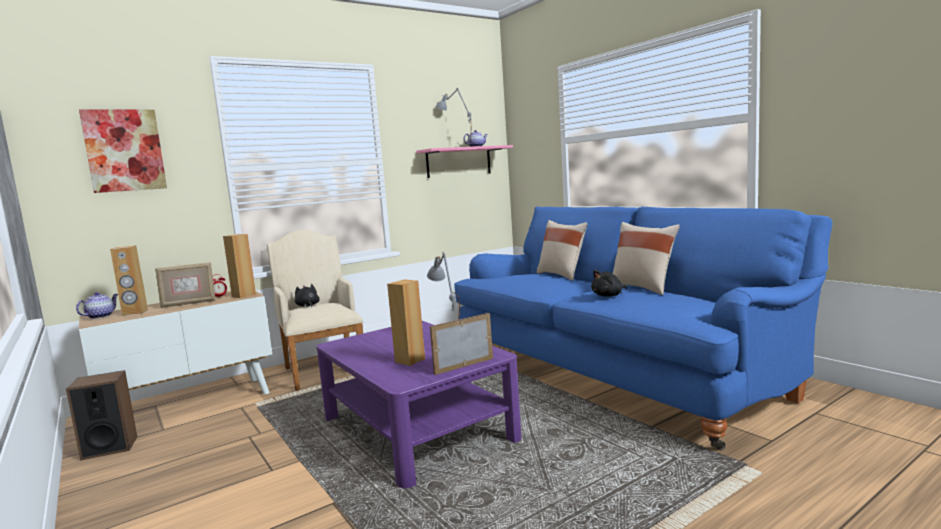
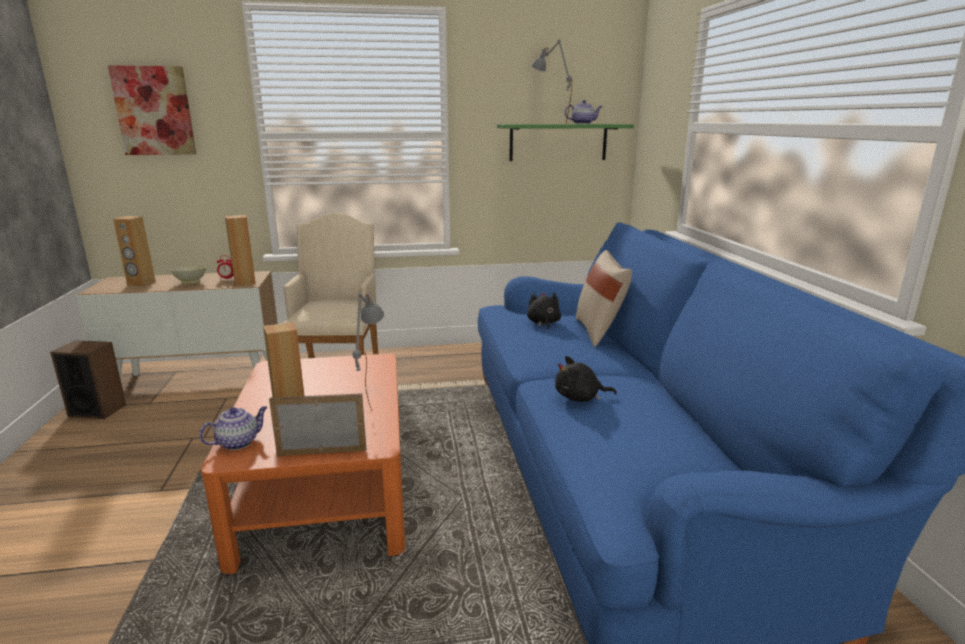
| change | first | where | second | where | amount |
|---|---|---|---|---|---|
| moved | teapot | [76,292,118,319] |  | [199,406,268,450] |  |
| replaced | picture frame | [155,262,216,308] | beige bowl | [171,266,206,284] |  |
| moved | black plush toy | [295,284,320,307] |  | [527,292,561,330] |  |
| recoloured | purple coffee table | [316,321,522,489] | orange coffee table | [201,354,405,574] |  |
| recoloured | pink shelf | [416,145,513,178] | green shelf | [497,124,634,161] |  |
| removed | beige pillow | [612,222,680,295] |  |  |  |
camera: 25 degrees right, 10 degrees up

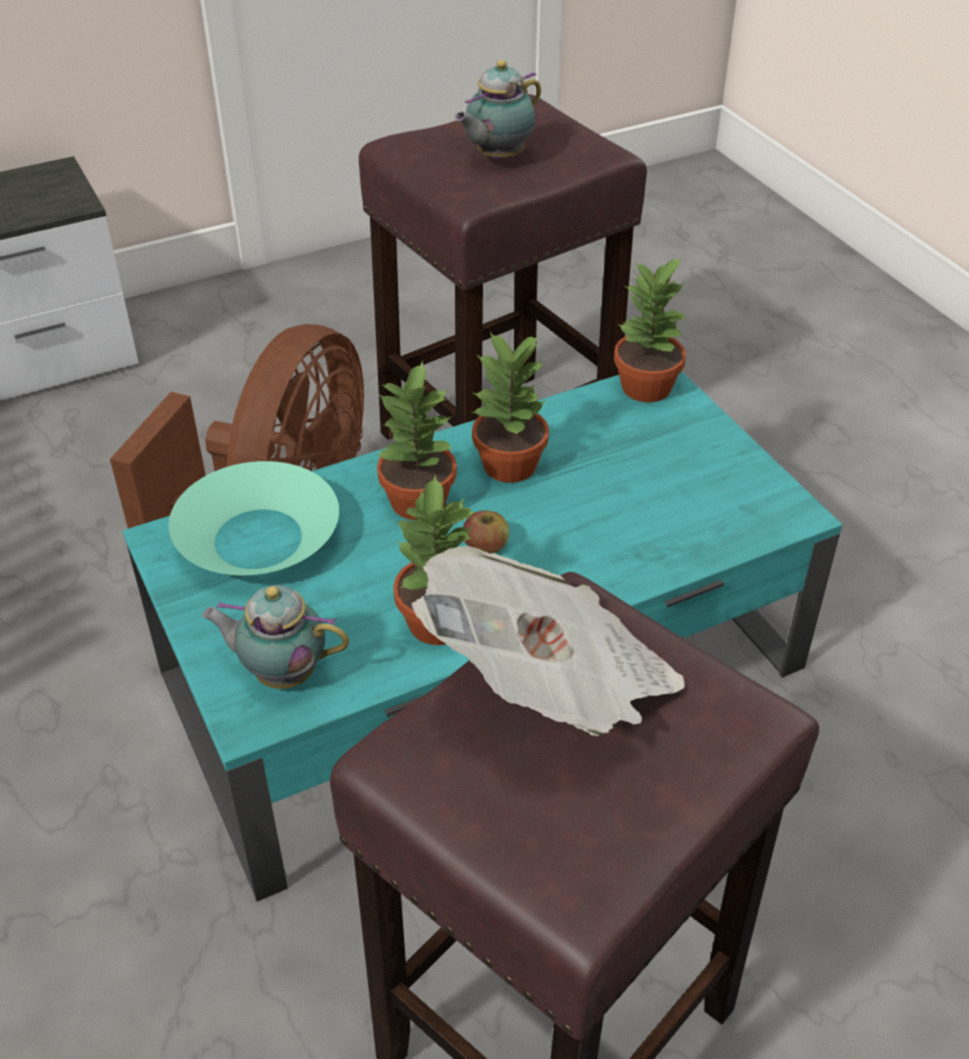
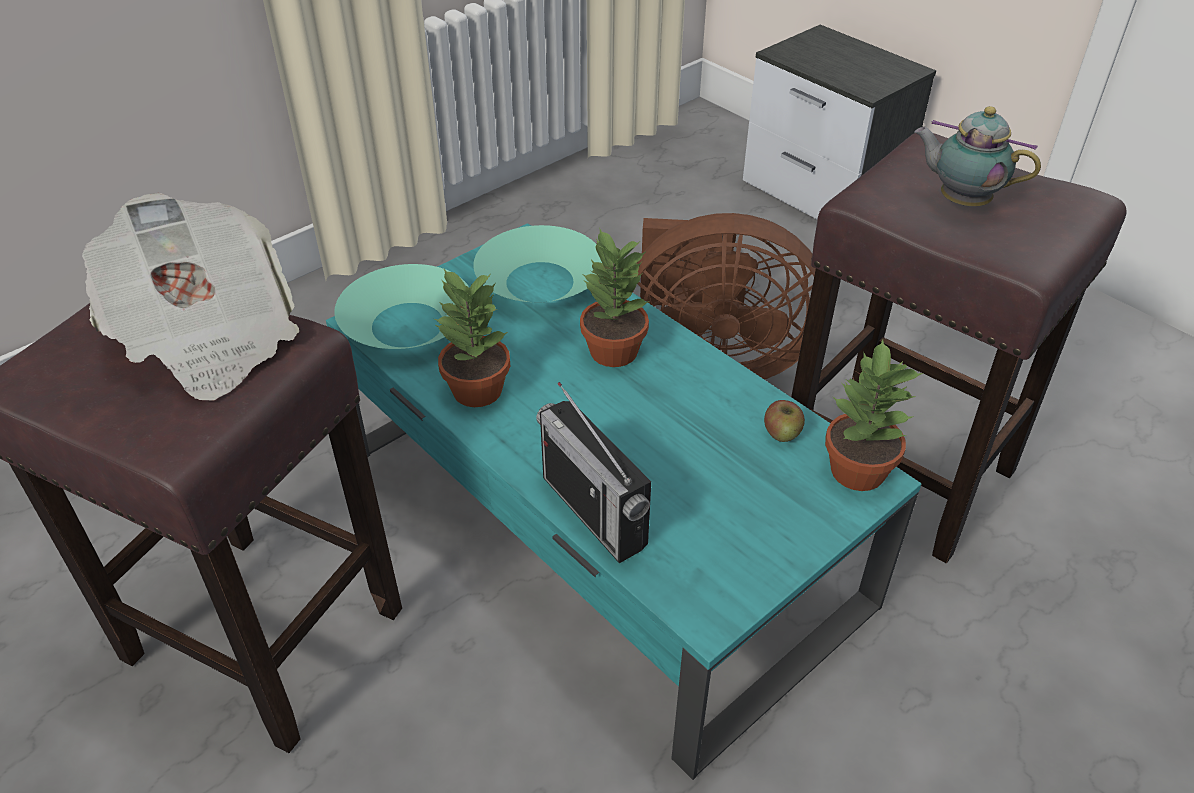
| change | first | where | second | where | amount |
|---|---|---|---|---|---|
| replaced | teapot | [202,585,349,689] | turquoise bowl | [334,264,470,349] |  |
| moved | apple | [463,511,509,554] |  | [764,400,805,442] |  |
| removed | potted plant | [471,332,549,483] |  |  |  |
| added |  |  | radio | [536,382,651,563] |  |
camera: 75 degrees right, 0 degrees up

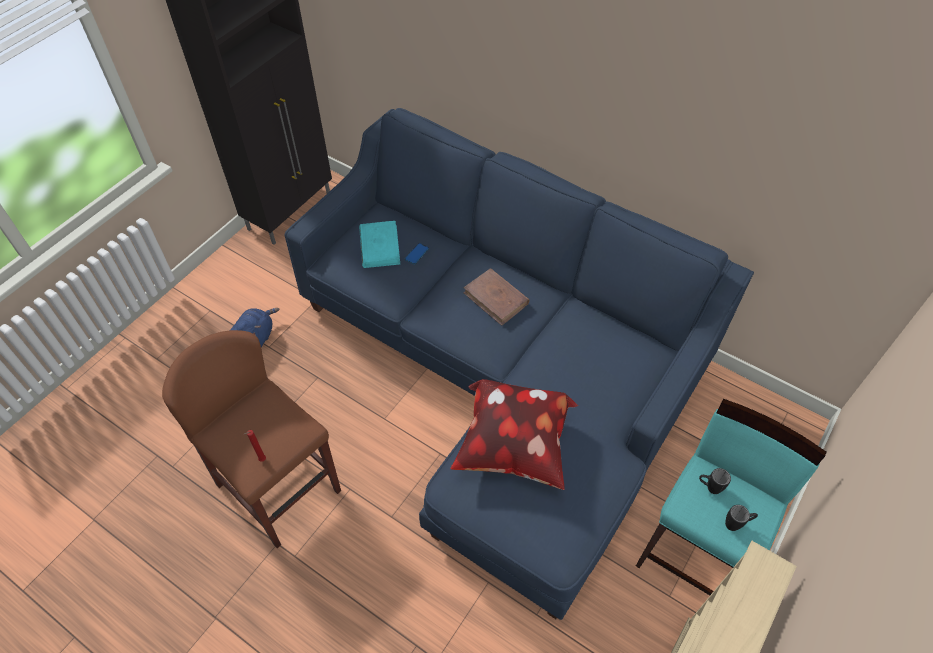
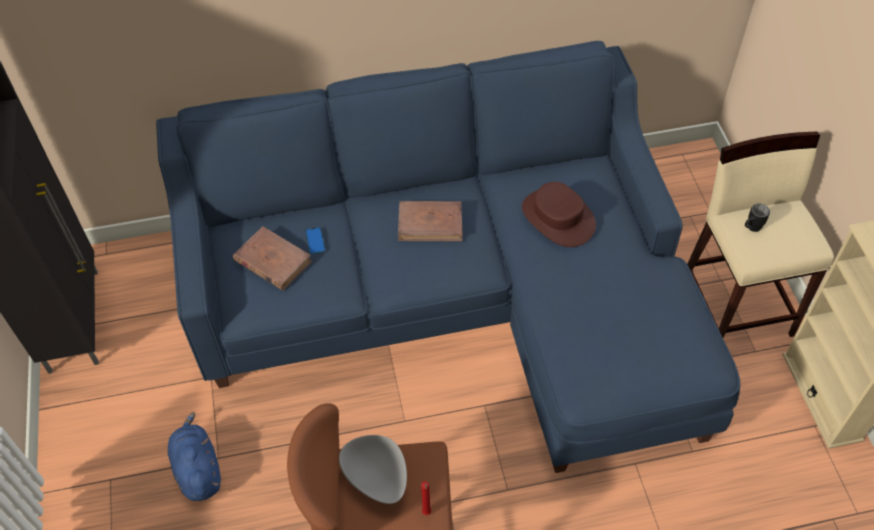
| change | first | where | second | where | amount |
|---|---|---|---|---|---|
| recoloured | turquoise book | [359,221,400,268] | brown book | [233,226,312,291] |  |
| removed | pillow | [451,379,578,490] |  |  |  |
| recoloured | turquoise stool | [636,399,827,595] | beige stool | [687,131,834,338] |  |
| removed | black mug | [725,505,758,531] |  |  |  |
| added |  |  | grey bowl | [339,435,407,504] |  |
| added |  |  | brown hat | [522,182,596,247] |  |
camera: 45 degrees left, 0 degrees up

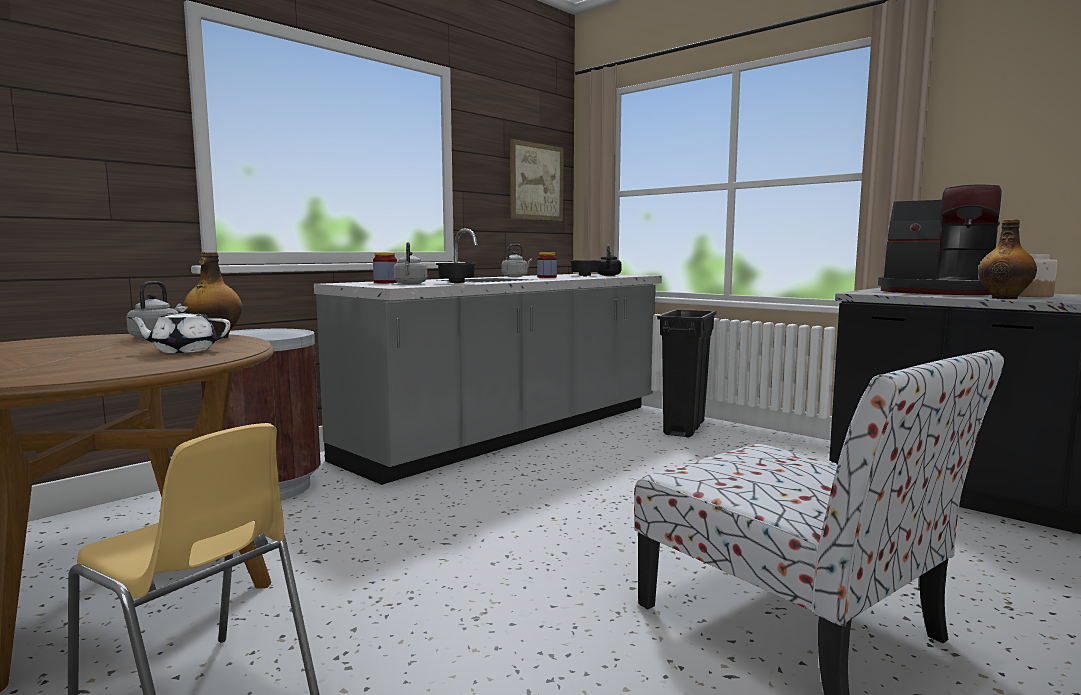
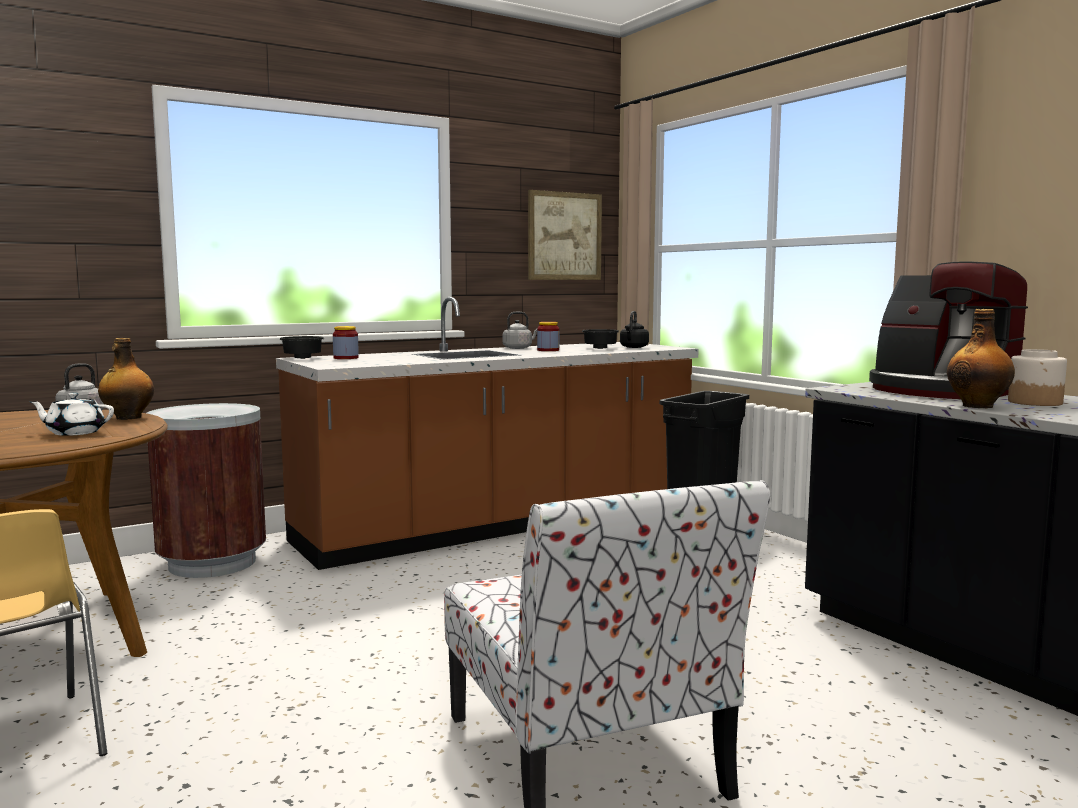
| change | first | where | second | where | amount |
|---|---|---|---|---|---|
| recoloured | grey counter | [314,229,662,485] | brown counter | [276,297,699,570] |  |
| removed | grey kettle | [393,242,427,284] |  |  |  |
| moved | black bowl | [436,263,478,284] |  | [280,336,324,359] |  |
camera: 15 degrees right, 0 degrees up

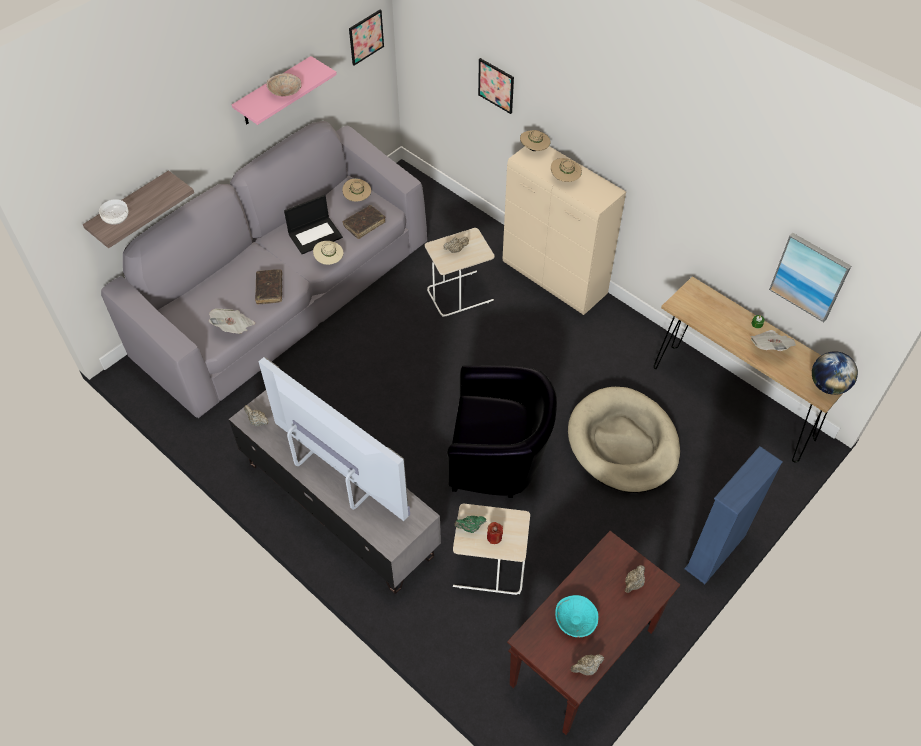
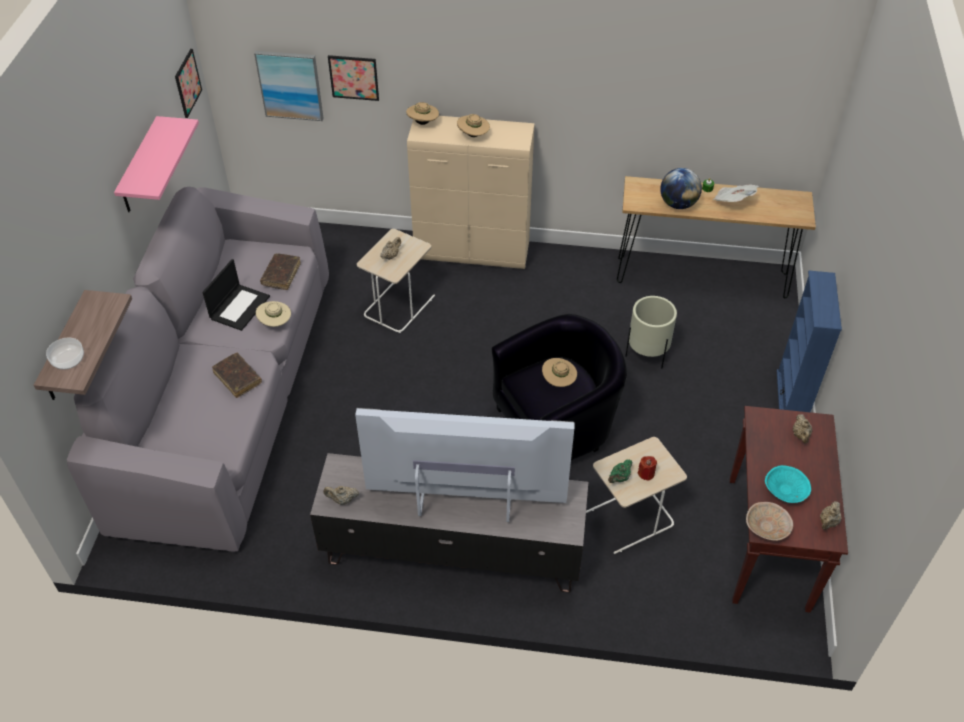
| change | first | where | second | where | amount |
|---|---|---|---|---|---|
| removed | newspaper | [208,309,255,334] |  |  |  |
| moved | beige bowl | [267,73,302,96] |  | [746,502,793,541] |  |
| moved | beige hat | [343,179,371,201] |  | [542,358,577,387] |  |
| replaced | beige dog bed | [568,387,680,493] | beige planter | [625,296,677,368] |  |
| moved | picture | [769,233,851,322] |  | [254,51,324,121] |  |
| moved | globe | [812,351,858,395] |  | [660,168,702,209] |  |
camera: 35 degrees left, 5 degrees down

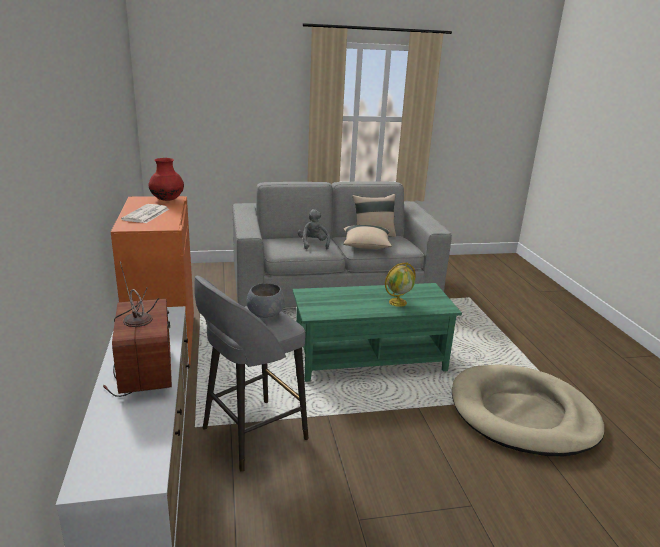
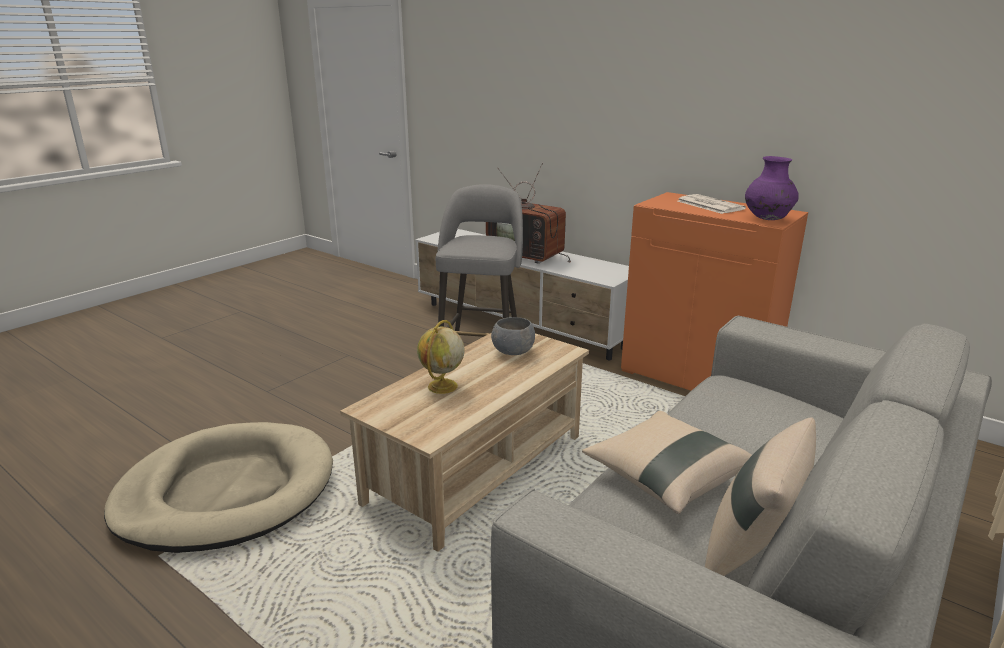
| change | first | where | second | where | amount |
|---|---|---|---|---|---|
| recoloured | red vase | [148,158,184,201] | purple vase | [745,156,799,220] |  |
| moved | grey bowl | [246,283,285,318] |  | [491,317,535,355] |  |
| recoloured | green coffee table | [293,283,462,382] | beige coffee table | [340,333,589,552] |  |
| removed | grey plush toy | [298,209,330,249] |  |  |  |
camera: 140 degrees right, 0 degrees up

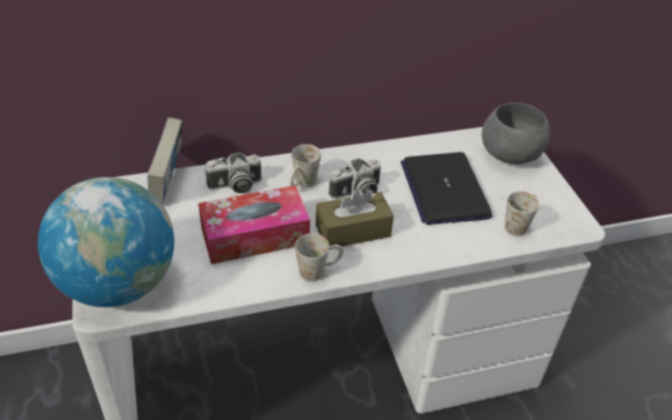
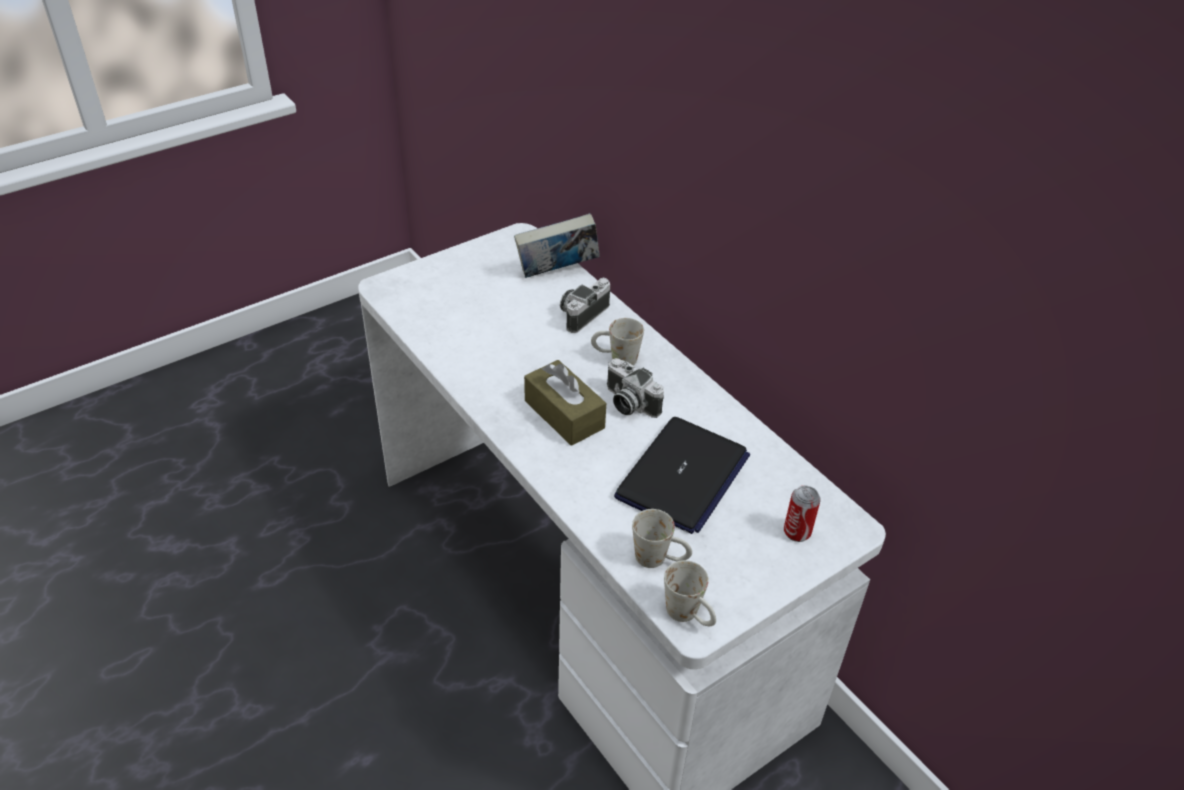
| change | first | where | second | where | amount |
|---|---|---|---|---|---|
| removed | globe | [38,177,174,307] |  |  |  |
| removed | tissue box | [198,185,310,264] |  |  |  |
| turned | photo camera | [204,152,261,193] |  | [560,278,610,333] | 75 degrees clockwise |
| moved | white mug | [295,233,344,282] |  | [664,560,716,626] |  |
| turned | laptop | [401,152,492,225] |  | [614,417,750,534] | 150 degrees clockwise |
| replaced | grey bowl | [482,103,550,164] | can | [784,486,820,542] |  |
camera: 70 degrees right, 0 degrees up

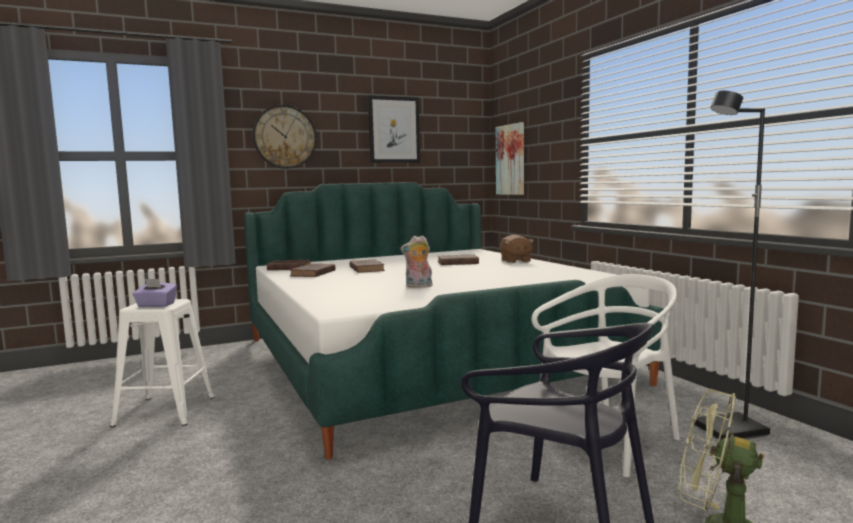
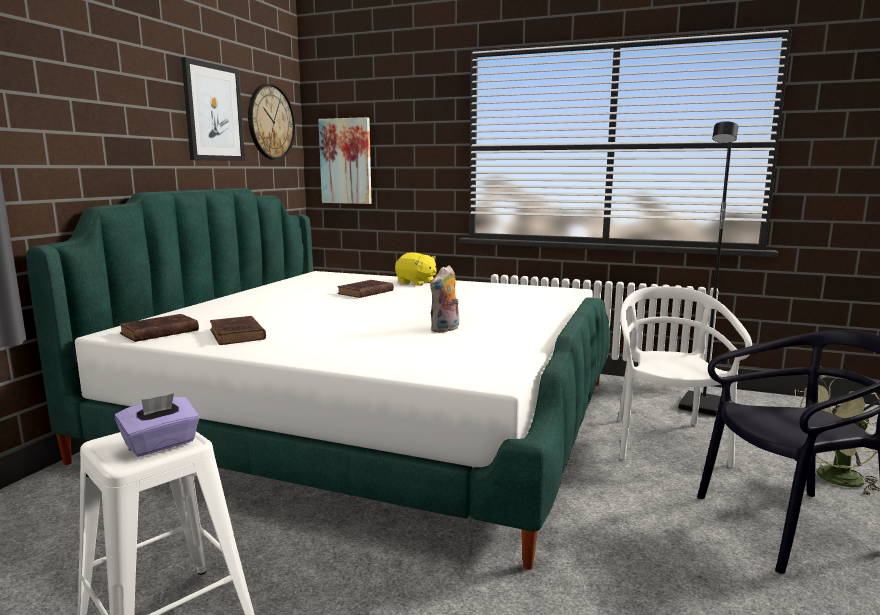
| change | first | where | second | where | amount |
|---|---|---|---|---|---|
| moved | wall clock | [253,105,317,169] |  | [248,84,295,160] |  |
| removed | brown book | [349,259,385,273] |  |  |  |
| recoloured | brown plush toy | [500,235,534,263] | yellow plush toy | [395,252,437,286] |  |
camera: 45 degrees left, 5 degrees up

